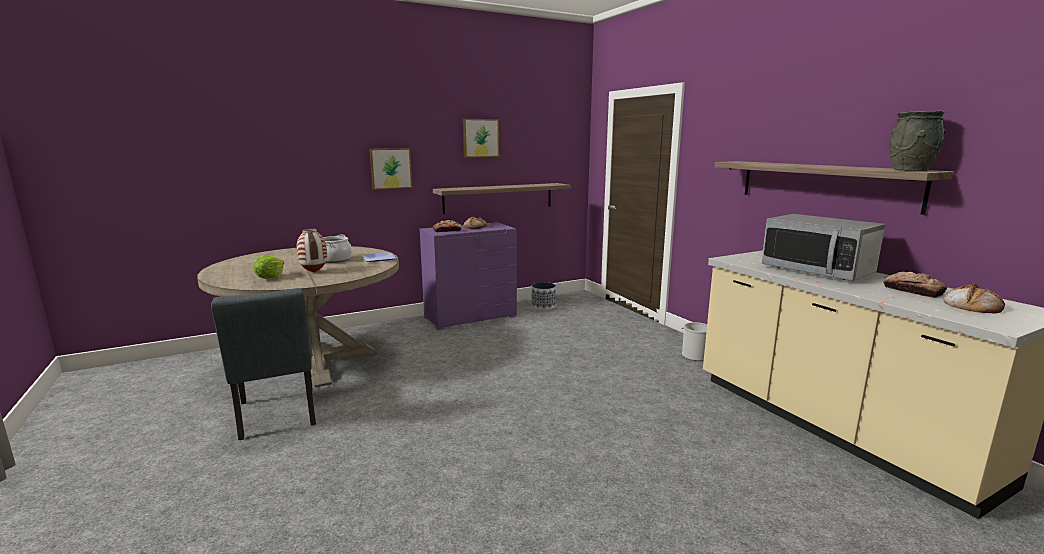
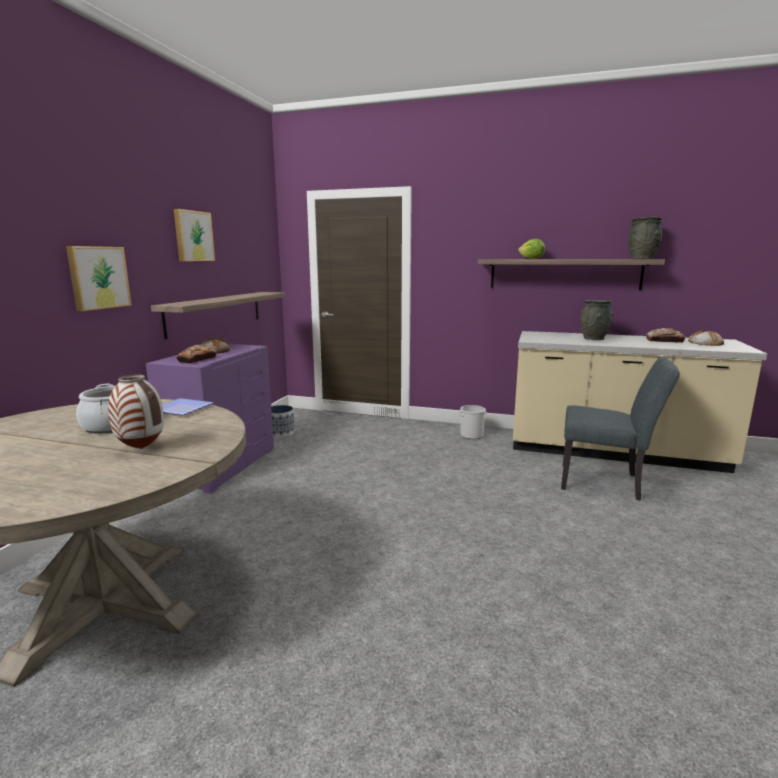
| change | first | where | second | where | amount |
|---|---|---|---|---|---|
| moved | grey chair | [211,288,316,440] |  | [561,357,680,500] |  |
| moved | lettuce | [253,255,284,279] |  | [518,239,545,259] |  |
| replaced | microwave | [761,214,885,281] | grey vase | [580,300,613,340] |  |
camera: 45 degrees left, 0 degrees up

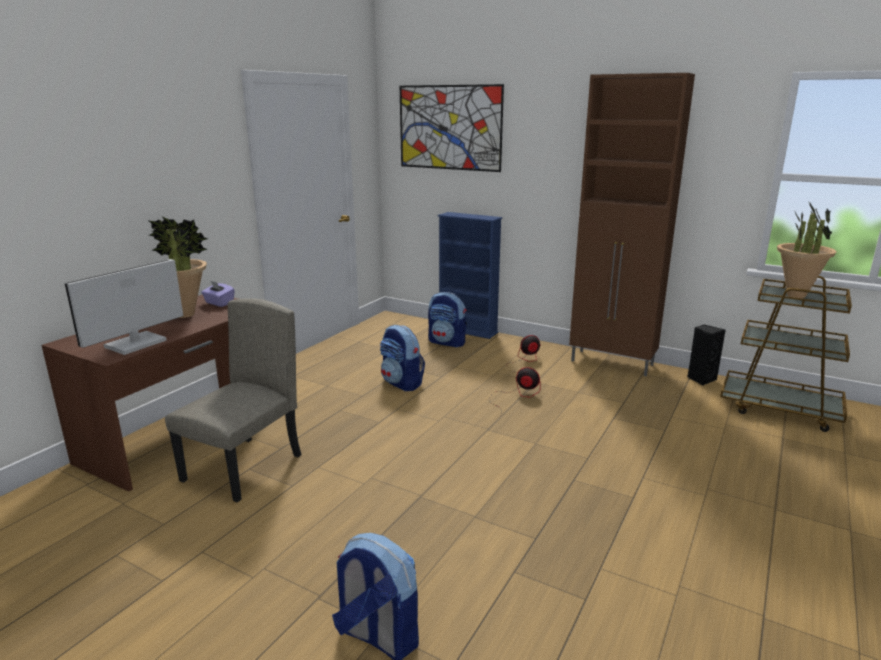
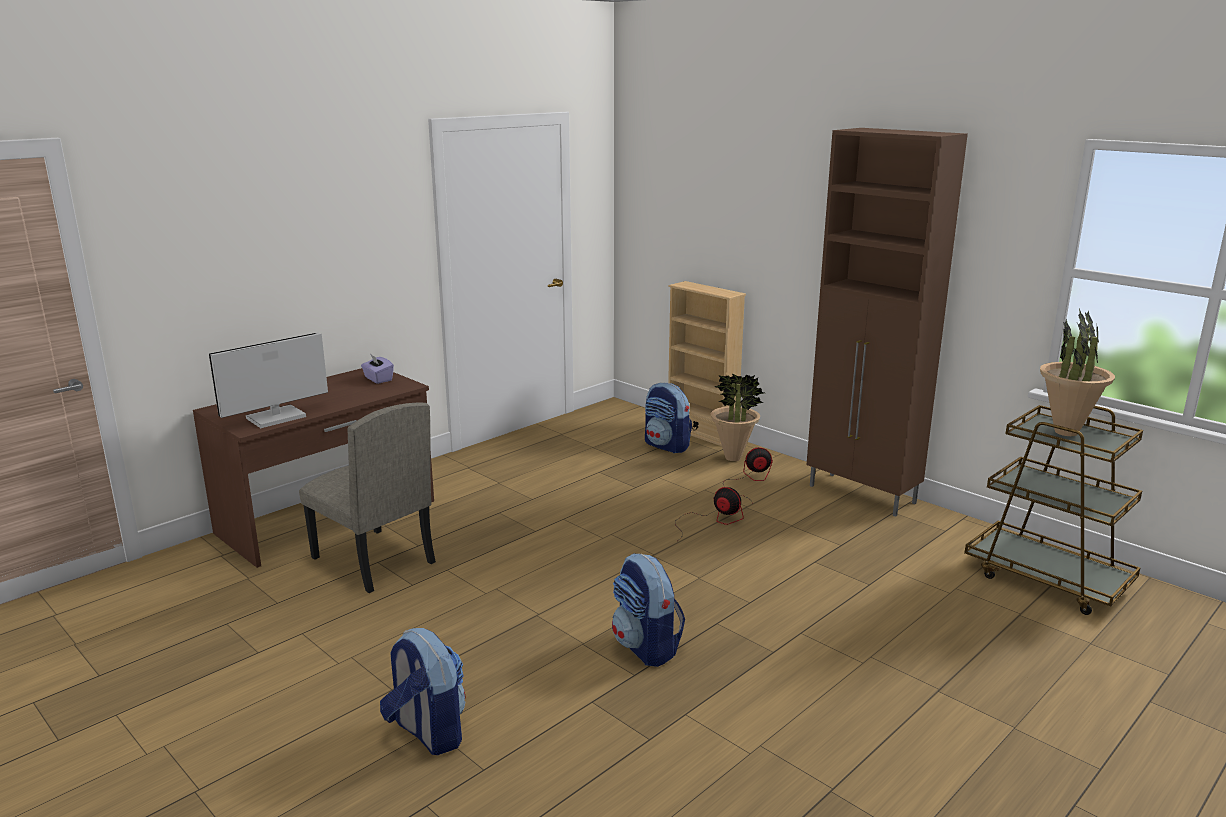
| change | first | where | second | where | amount |
|---|---|---|---|---|---|
| moved | potted plant | [149,216,208,318] |  | [710,373,764,461] |  |
| turned | beige chair | [165,298,301,502] |  | [299,403,436,593] | 90 degrees clockwise |
| moved | backpack | [380,325,425,391] |  | [612,553,685,667] |  |
| removed | picture | [400,84,504,172] |  |  |  |
| recoloured | blue bookcase | [438,212,502,339] | beige bookcase | [668,281,746,446] |  |
| removed | black speaker | [687,325,726,385] |  |  |  |
camera: 15 degrees right, 0 degrees up

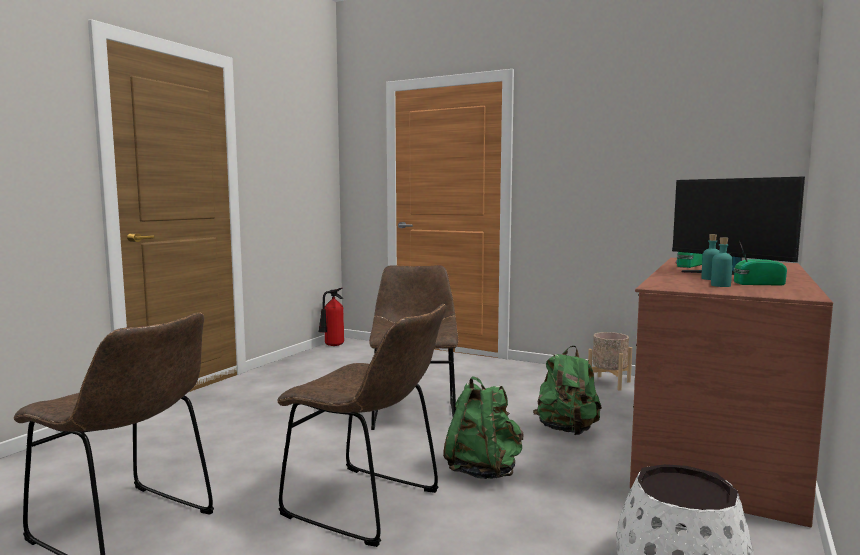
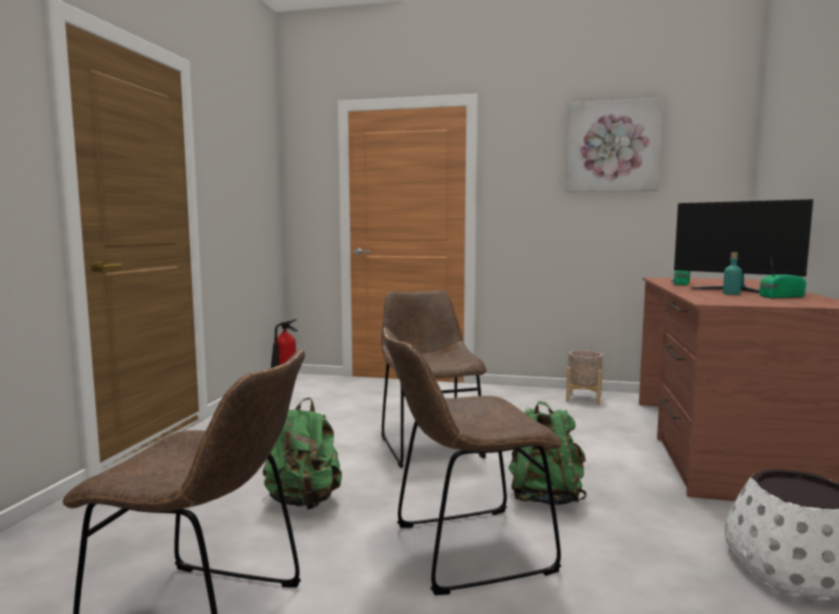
| change | first | where | second | where | amount |
|---|---|---|---|---|---|
| turned | brown chair | [277,304,447,547] |  | [382,328,562,595] | 150 degrees clockwise |
| moved | green backpack | [533,345,602,435] |  | [263,398,342,509] |  |
| removed | turquoise bottle | [711,237,733,287] |  |  |  |
| added |  |  | picture | [566,98,663,192] |  |
camera: 15 degrees left, 0 degrees up

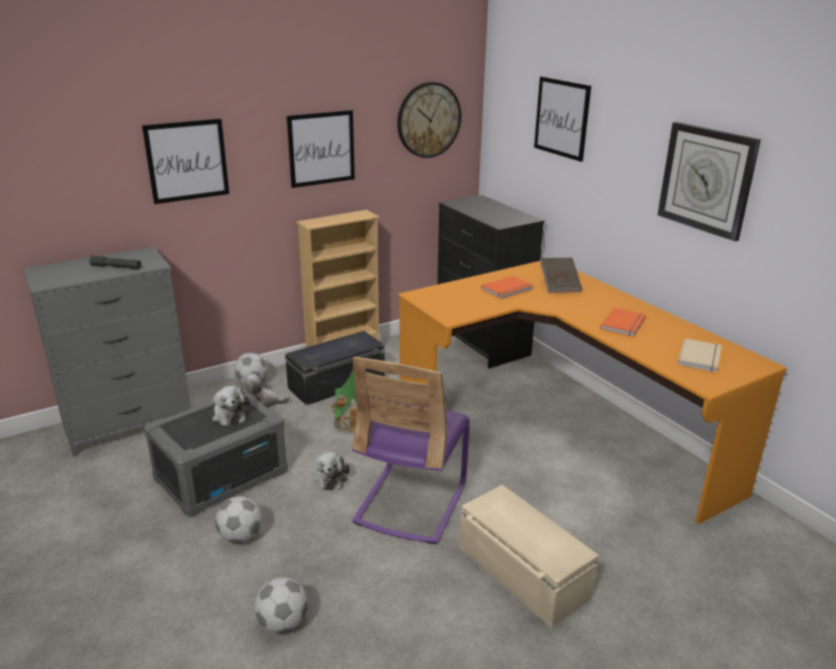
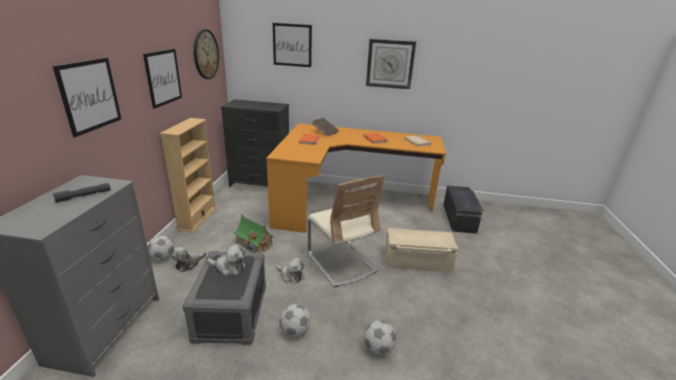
| change | first | where | second | where | amount |
|---|---|---|---|---|---|
| moved | black storage box | [285,331,385,406] |  | [443,186,484,234] |  |
| recoloured | purple chair | [352,357,470,544] | beige chair | [308,175,385,287] |  |
camera: 50 degrees left, 0 degrees up

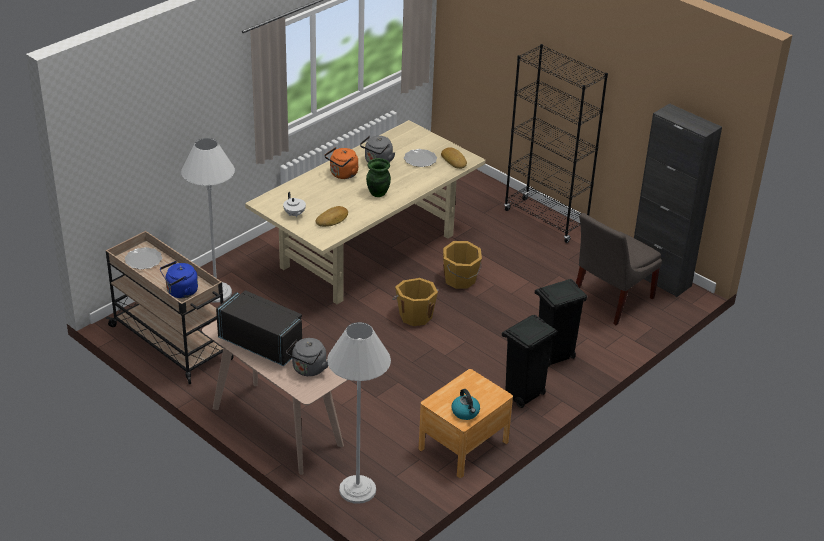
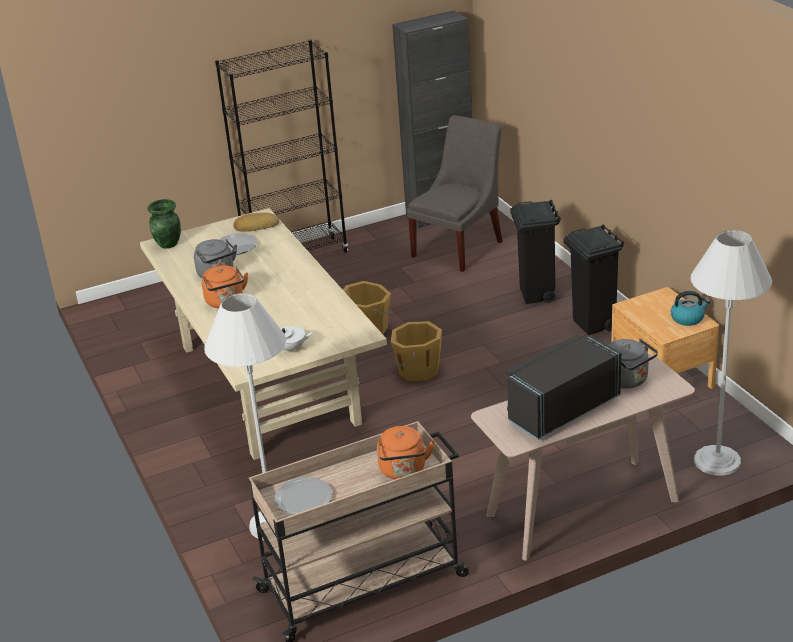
| change | first | where | second | where | amount |
|---|---|---|---|---|---|
| recoloured | blue kettle | [160,261,198,298] | orange kettle | [377,426,435,479] |  |
| removed | bread | [315,206,348,227] |  |  |  |
| moved | green vase | [366,158,391,197] |  | [147,199,181,249] |  |
| turned | grey chair | [576,213,662,325] |  | [407,115,503,272] | 120 degrees counterclockwise |
camera: 65 degrees left, 5 degrees down

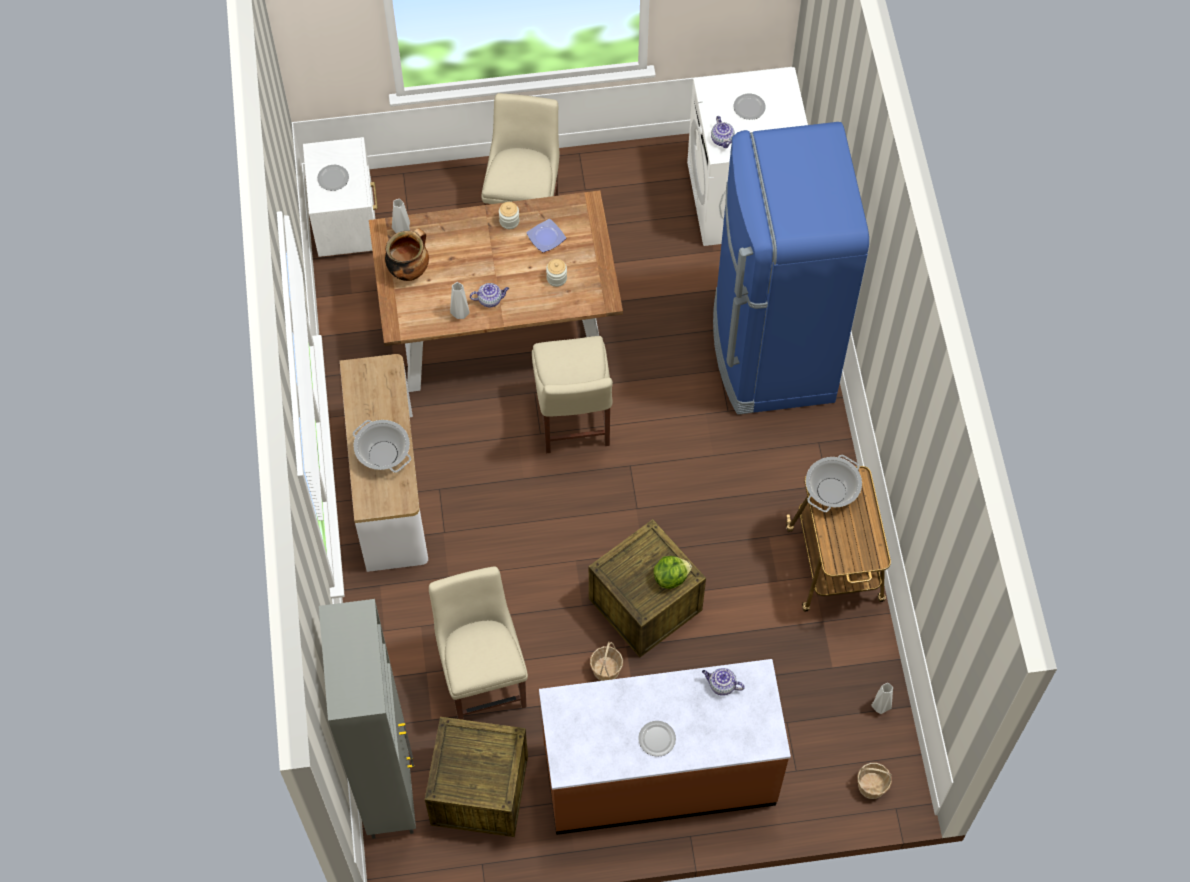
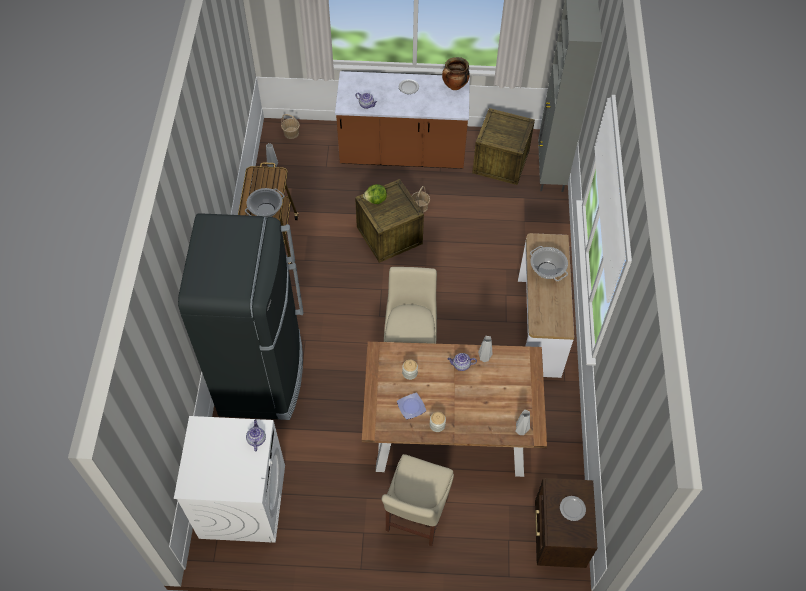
| change | first | where | second | where | amount |
|---|---|---|---|---|---|
| recoloured | white nightstand | [303,137,378,257] | brown nightstand | [535,478,597,568] |  |
| moved | cooking pot | [385,228,429,281] |  | [442,57,470,90] |  |
| removed | beige chair | [429,567,528,720] |  |  |  |
| recoloured | blue fridge | [713,122,869,415] | black fridge | [178,213,304,420] |  |
| removed | plate | [734,94,766,120] |  |  |  |
camera: 170 degrees left, 5 degrees down

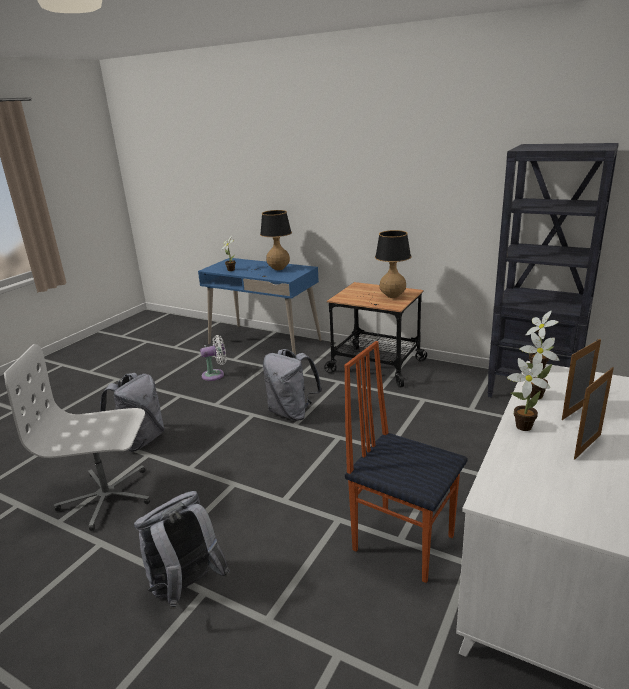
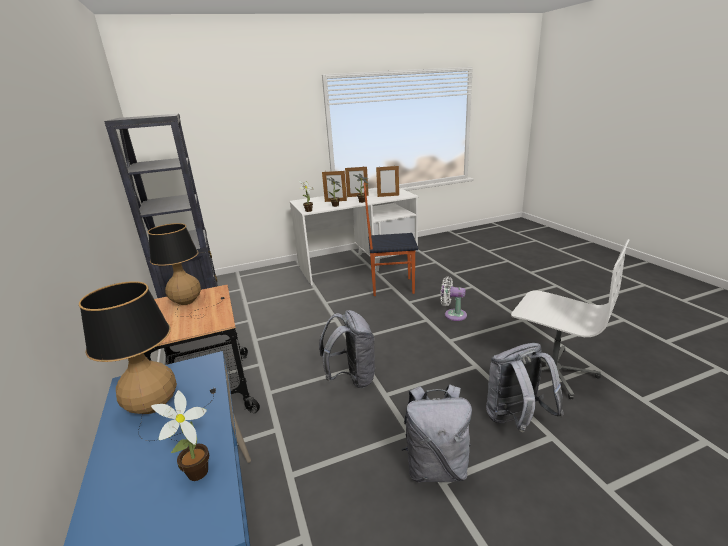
| change | first | where | second | where | amount |
|---|---|---|---|---|---|
| moved | grey backpack | [134,491,231,609] |  | [402,384,472,483] |  |
| moved | white fan | [200,335,226,381] |  | [440,277,467,321] |  |
| turned | chair | [344,341,468,583] |  | [364,183,418,296] | 105 degrees clockwise |
| added |  |  | picture frame | [376,166,399,197] |  |
camera: 140 degrees left, 0 degrees up

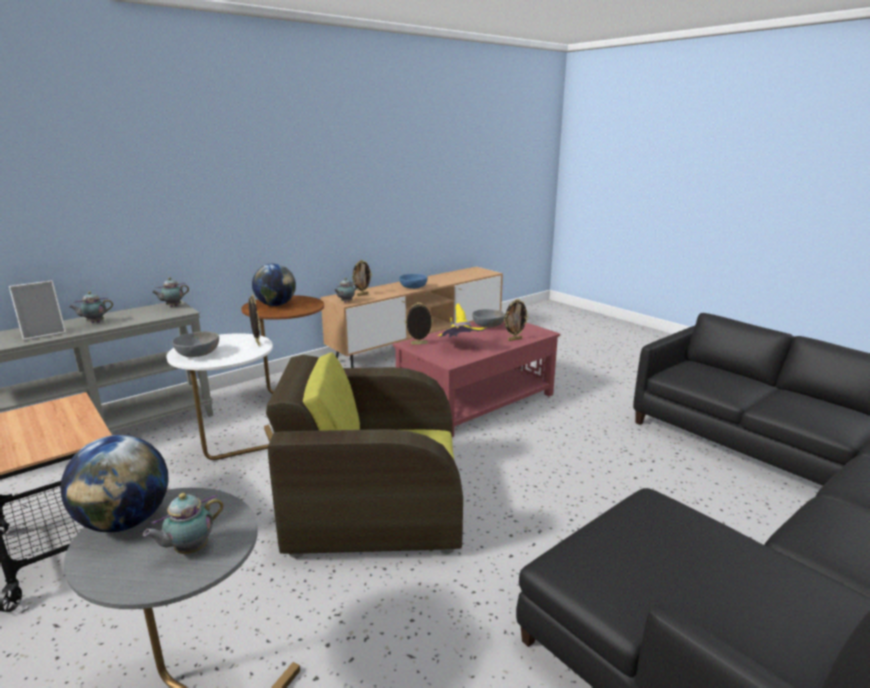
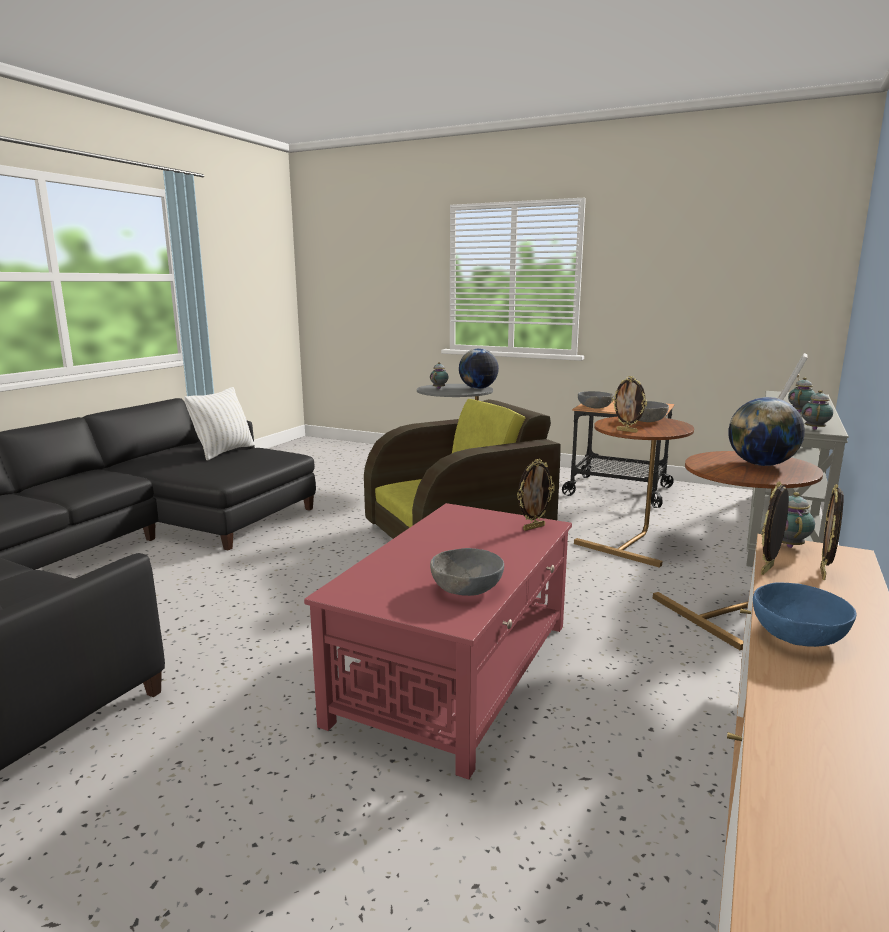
| change | first | where | second | where | amount |
|---|---|---|---|---|---|
| recoloured | white side table | [166,333,273,460] | brown side table | [574,417,694,568] |  |
| removed | yellow hat | [438,303,487,338] |  |  |  |
| moved | picture frame | [504,299,529,341] |  | [761,481,789,575] |  |
| added |  |  | white pillow | [184,387,254,460] |  |
| added |  |  | grey bowl | [578,391,613,409] |  |
camera: 155 degrees right, 5 degrees down

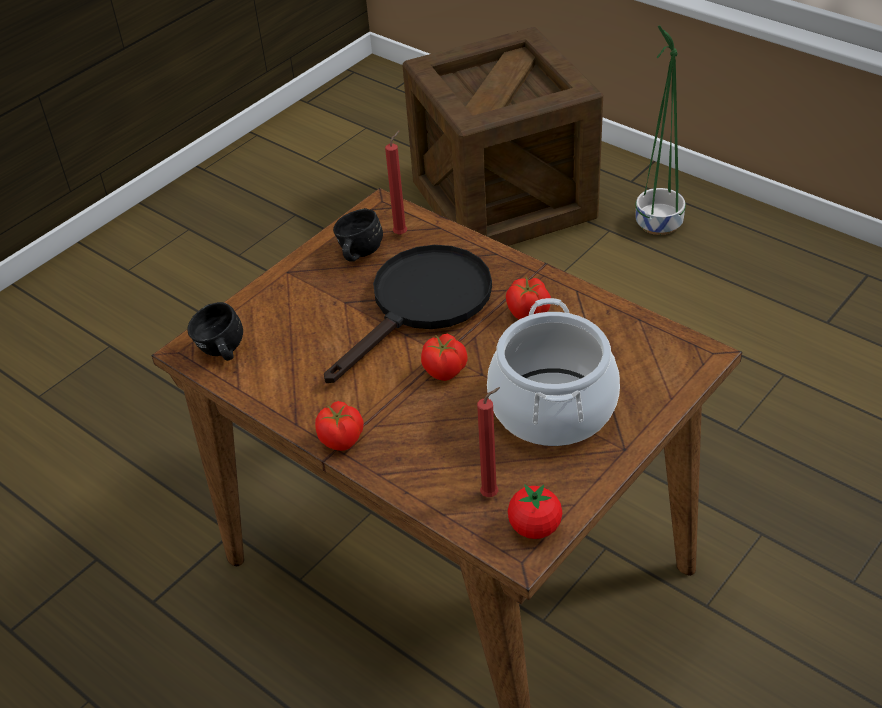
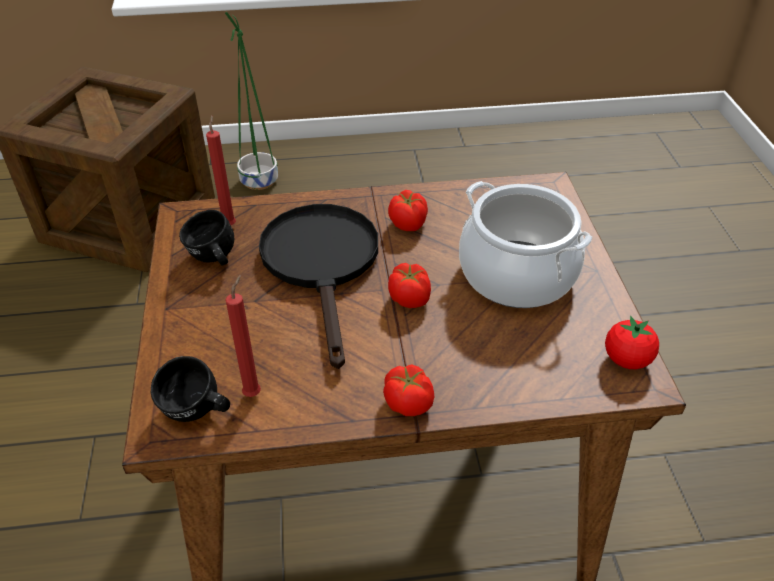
| change | first | where | second | where | amount |
|---|---|---|---|---|---|
| moved | red candle | [477,387,500,497] |  | [225,275,261,397] |  |
camera: 50 degrees left, 0 degrees up

